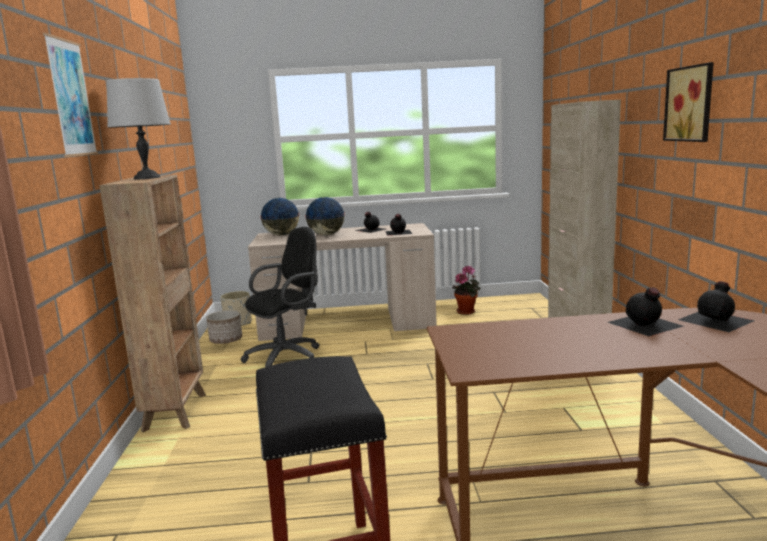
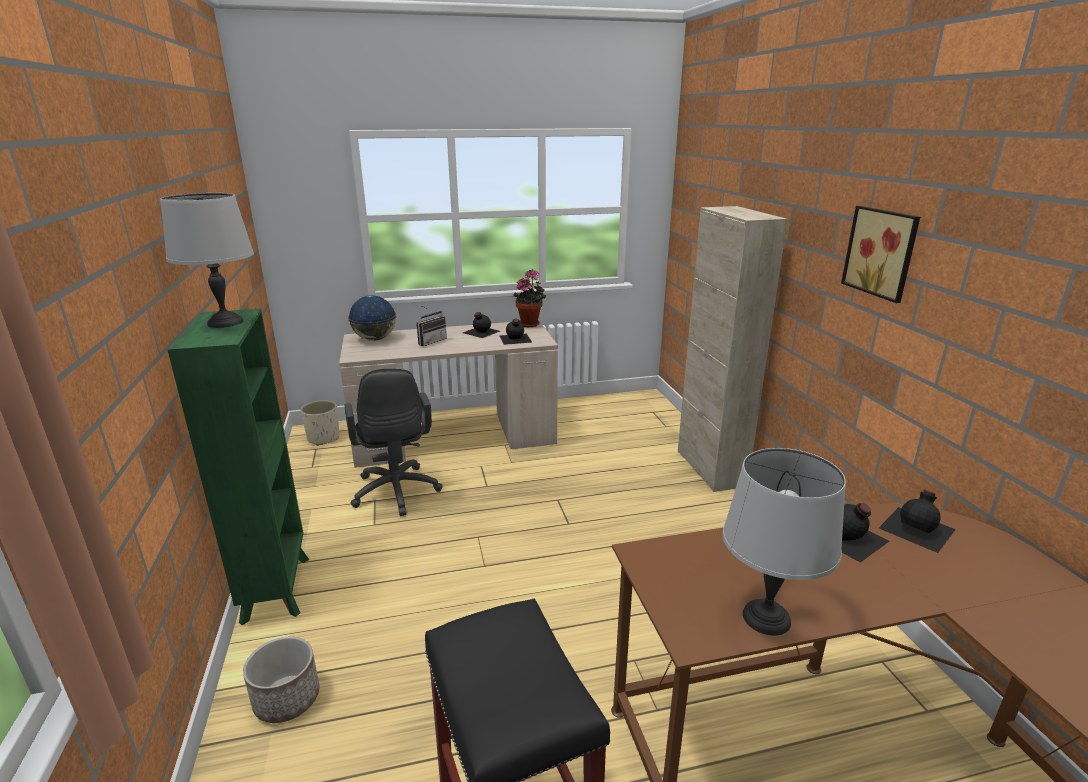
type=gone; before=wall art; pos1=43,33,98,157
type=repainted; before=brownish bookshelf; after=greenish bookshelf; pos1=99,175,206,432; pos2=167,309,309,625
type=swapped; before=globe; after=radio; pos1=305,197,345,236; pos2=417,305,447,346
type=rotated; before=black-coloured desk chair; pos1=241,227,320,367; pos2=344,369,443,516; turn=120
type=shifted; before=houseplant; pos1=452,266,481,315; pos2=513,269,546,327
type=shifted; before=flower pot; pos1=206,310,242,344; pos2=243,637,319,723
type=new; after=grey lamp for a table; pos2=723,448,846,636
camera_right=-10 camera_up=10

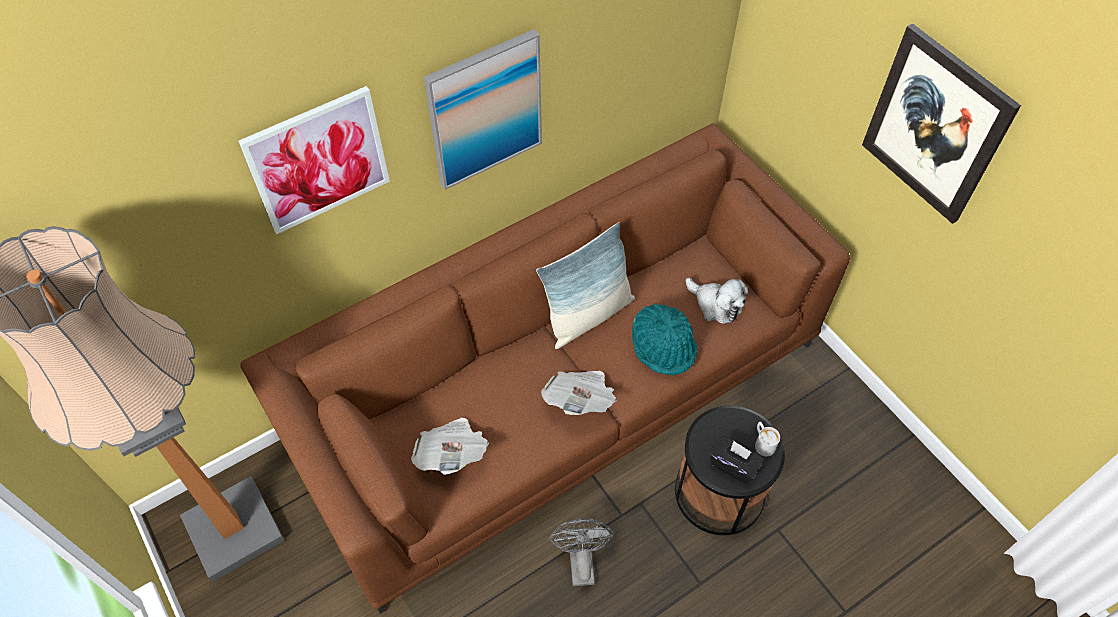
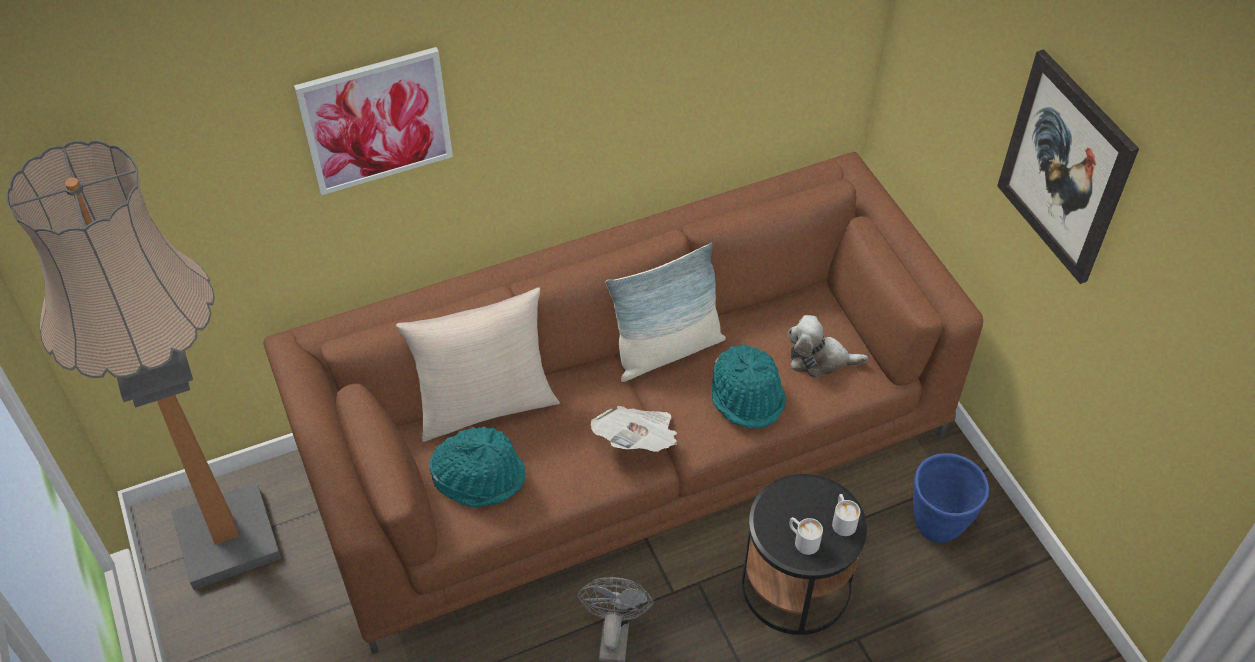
type=gone; before=wall art; pos1=424,29,542,190
type=rotated; before=cuddly toy; pos1=686,278,748,324; pos2=788,315,868,378; turn=135
type=swapped; before=printed paper; after=turquoise-coloured hat; pos1=411,418,489,475; pos2=430,426,526,507
type=swapped; before=black-coloured tissue holder; after=whitish mug; pos1=710,436,764,484; pos2=789,517,823,555
type=new; after=sand-coloured throw pillow; pos2=396,287,560,442
type=new; after=blue flower pot; pos2=913,453,989,543
camera_right=10 camera_up=-5

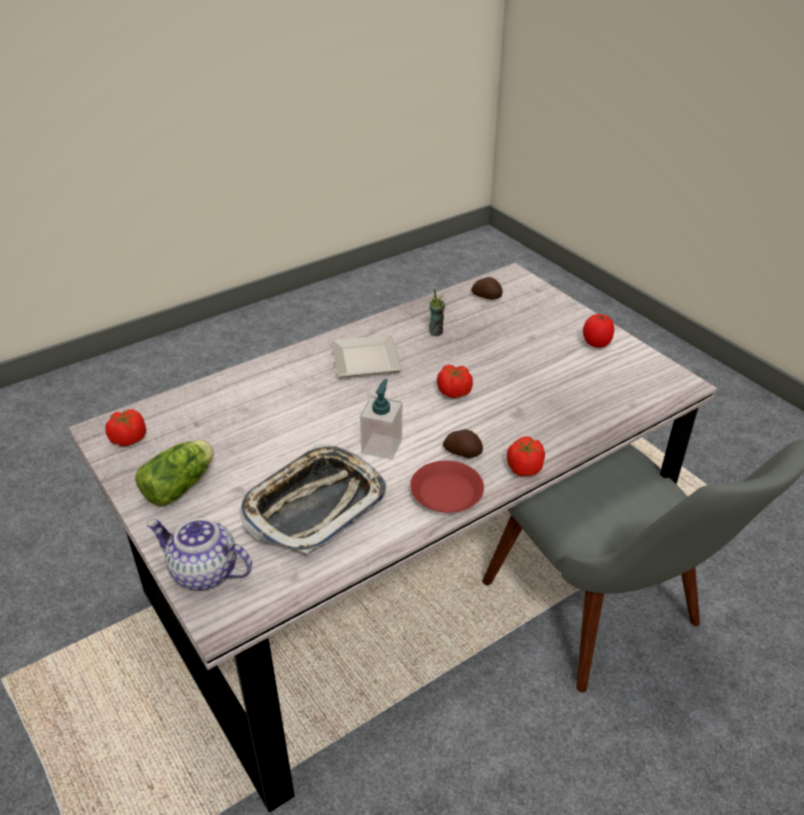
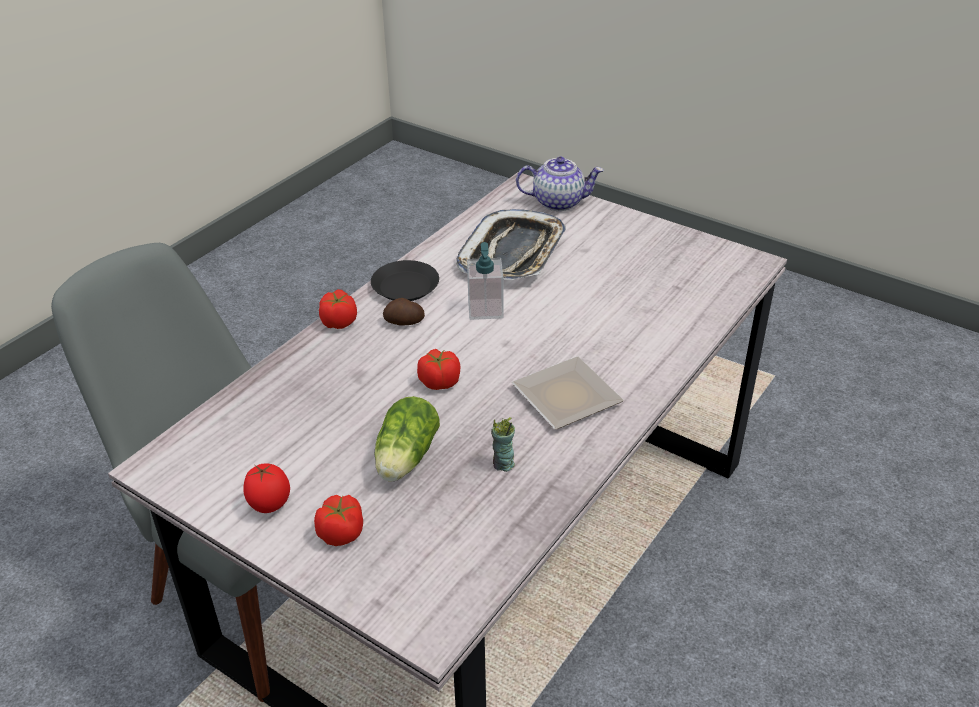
type=gone; before=whole potato; pos1=471,277,503,300
type=shifted; before=whole tomato; pos1=105,409,146,446; pos2=314,495,363,546
type=shifted; before=head of lettuce; pos1=135,440,214,506; pos2=374,396,440,481
type=repainted; before=red-coloured flat dish; after=black-coloured flat dish; pos1=410,461,484,513; pos2=371,260,439,301
camera_right=160 camera_up=0

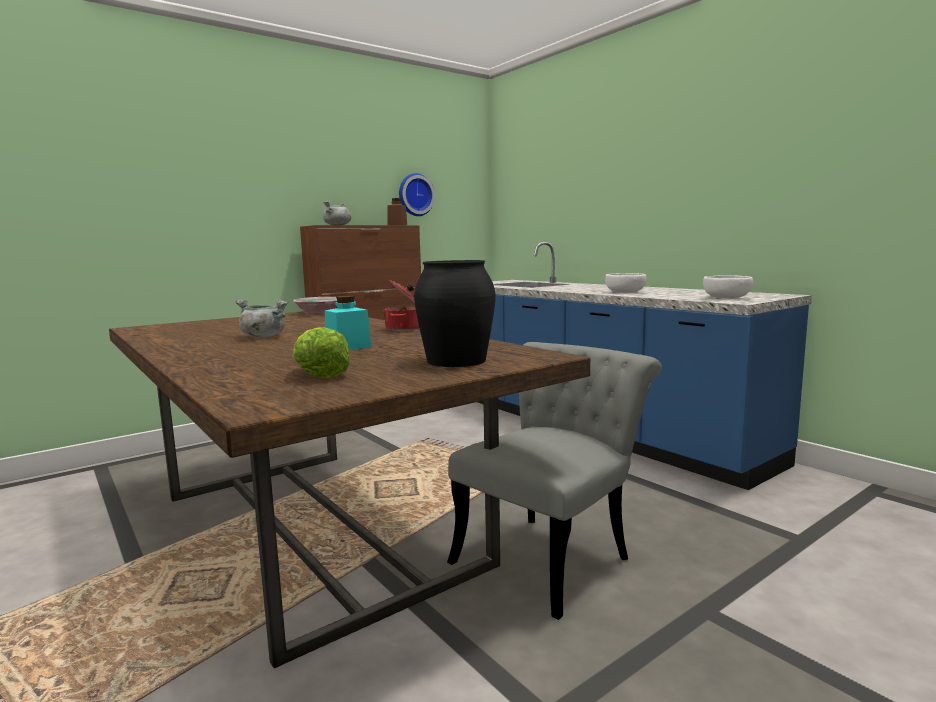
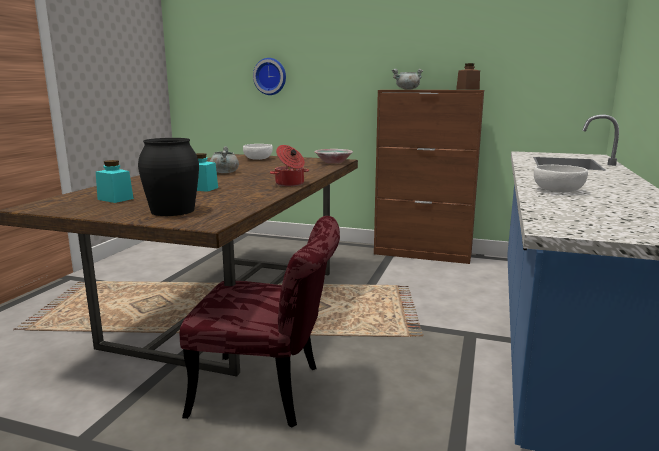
type=shifted; before=hanging clock; pos1=399,173,435,216; pos2=253,58,286,95
type=shifted; before=whitish bowl; pos1=703,275,753,298; pos2=243,144,273,160
type=swapped; before=head of lettuce; after=turquoise-coloured preserve jar; pos1=293,327,351,378; pos2=96,160,134,203
type=repainted; before=grey chair; after=red-coloured chair; pos1=447,342,662,620; pos2=180,216,340,428
camera_right=55 camera_up=5

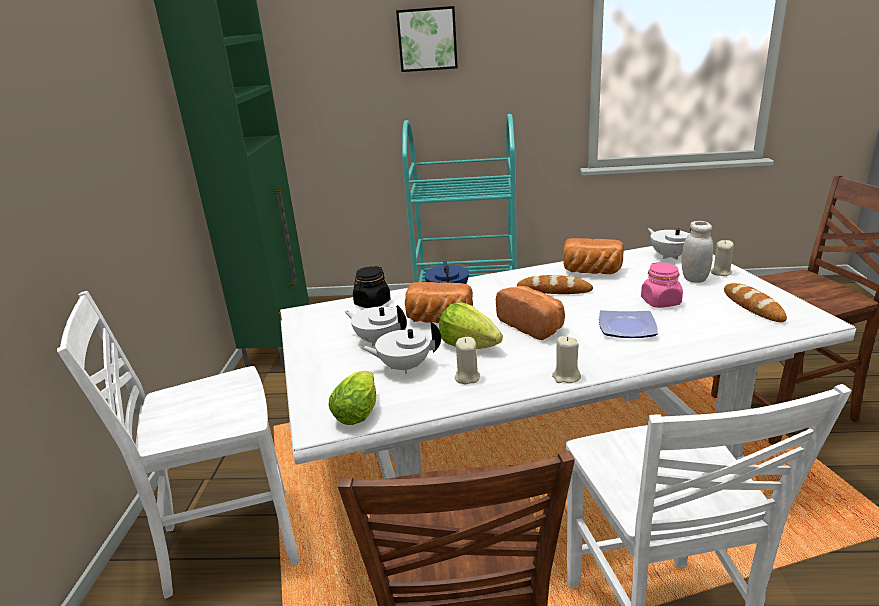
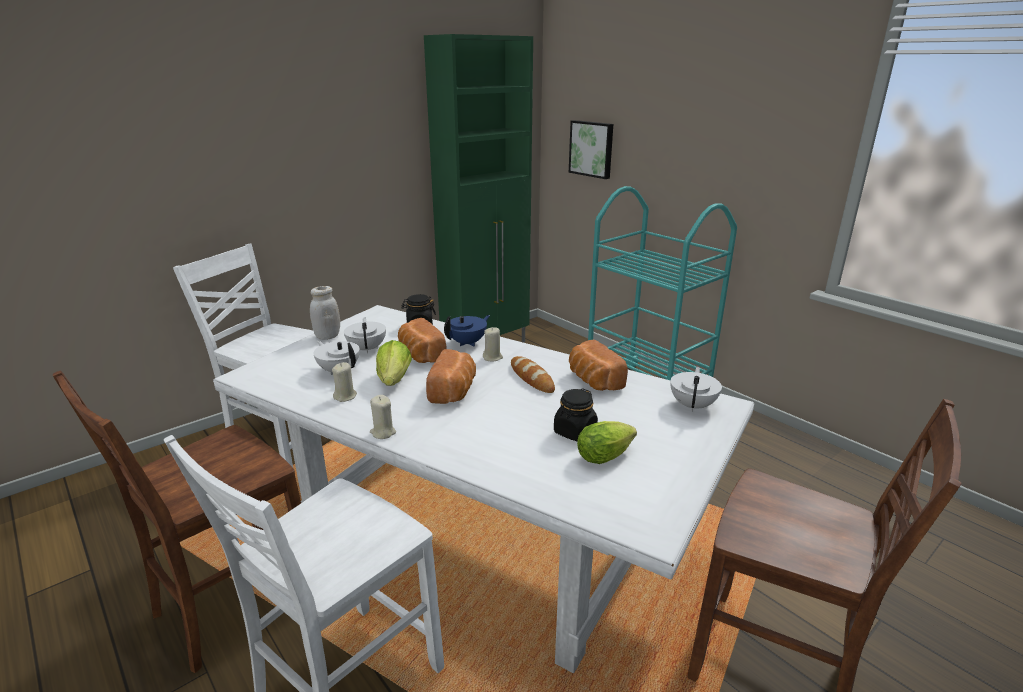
type=shifted; before=wall art; pos1=396,6,458,72; pos2=569,120,613,179
type=shifted; before=whitish preserve jar; pos1=682,221,713,283; pos2=310,286,340,340
type=shifted; before=sand-coloured wax candle; pos1=710,240,734,276; pos2=483,327,503,361
type=repainted; before=pink-coloured preserve jar; after=black-coloured preserve jar; pos1=641,262,683,308; pos2=554,388,598,441
type=gone; before=bread; pos1=724,283,787,322
type=gone; before=flat dish; pos1=599,310,658,338
type=shifted; before=head of lettuce; pos1=329,371,376,425; pos2=577,421,637,464
camera_right=45 camera_up=0

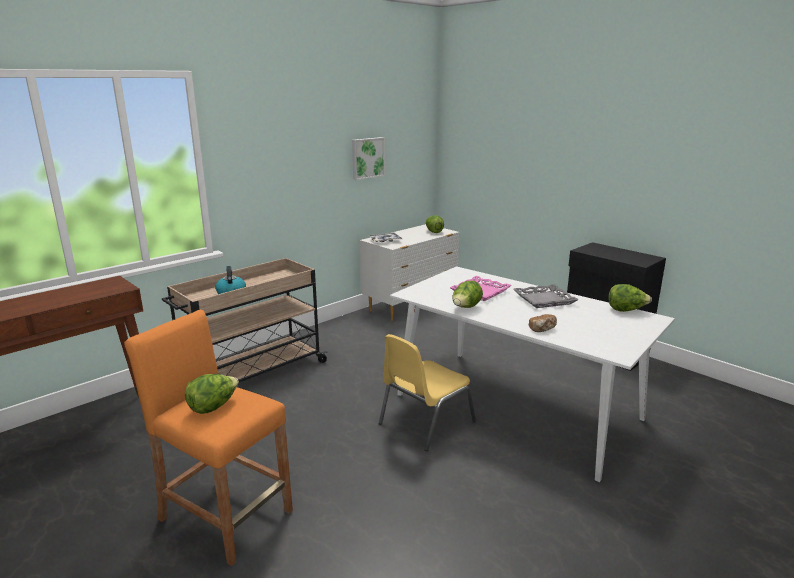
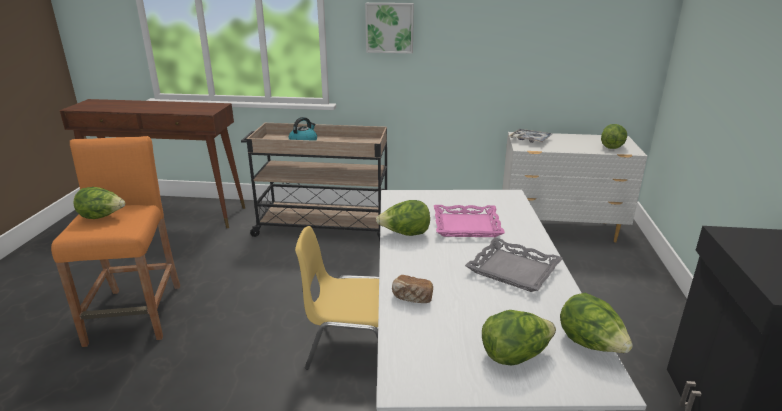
type=shifted; before=wall art; pos1=352,137,385,180; pos2=365,3,414,53
type=new; after=head of lettuce; pos2=482,310,556,366
camera_right=50 camera_up=5

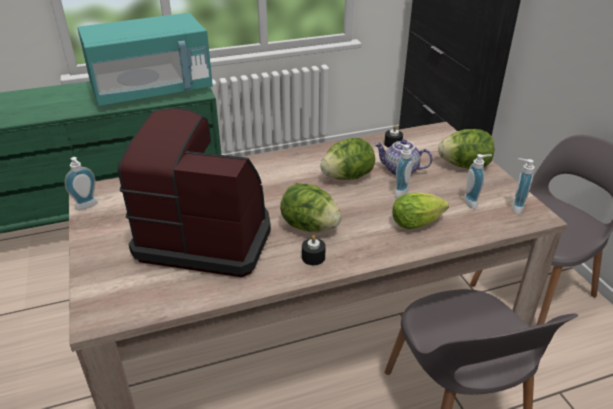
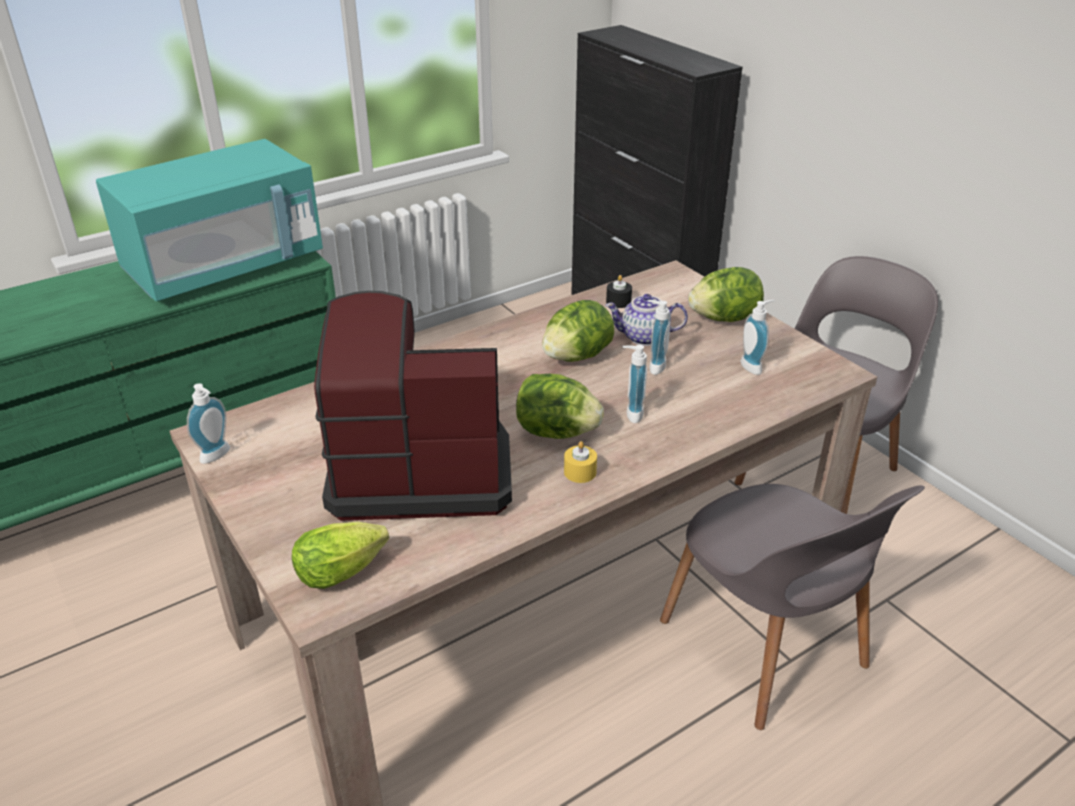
type=shifted; before=liquid soap bottle; pos1=512,158,534,214; pos2=622,345,647,423
type=shifted; before=head of lettuce; pos1=392,193,449,229; pos2=292,521,389,589
type=repainted; before=black-coloured wax candle; after=yellowish wax candle; pos1=302,235,326,265; pos2=564,441,597,483
camera_right=-15 camera_up=0

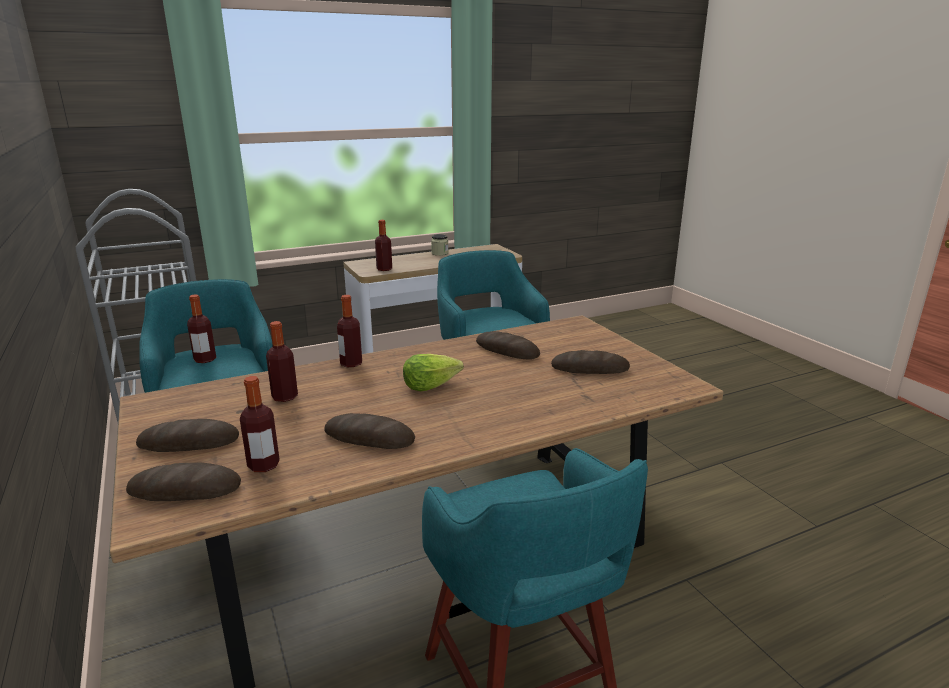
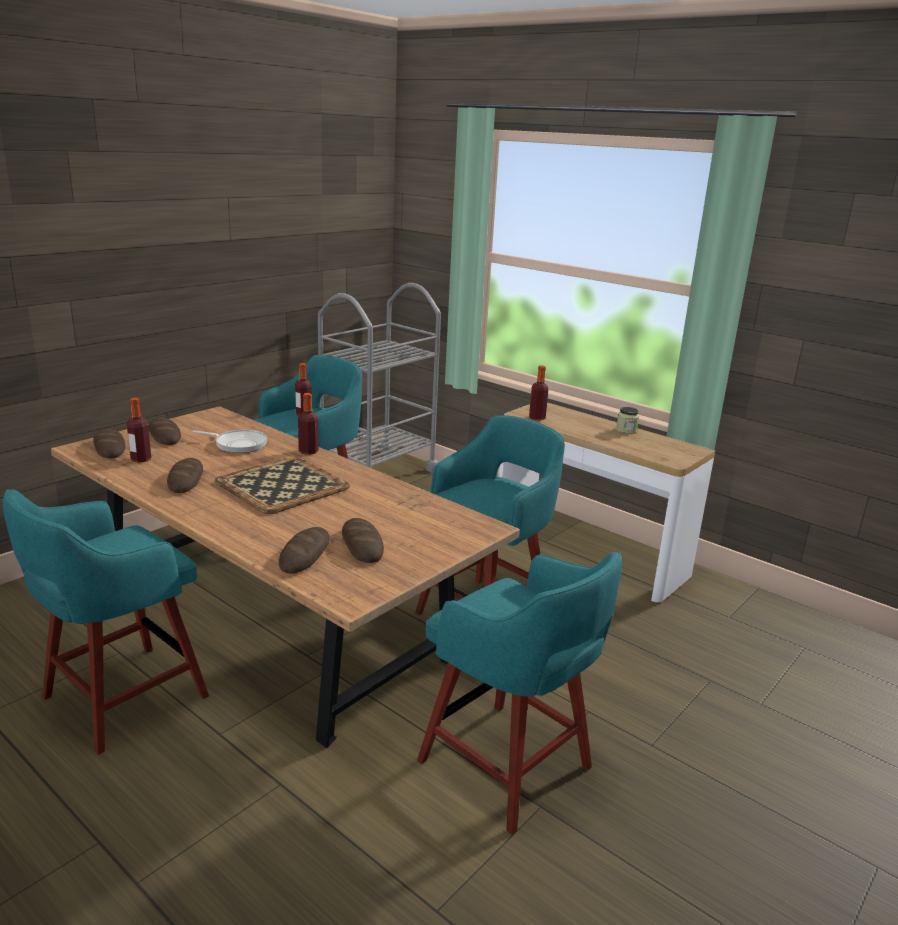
type=swapped; before=bottle; after=skillet; pos1=266,321,298,402; pos2=192,430,267,453
type=shifted; before=bread; pos1=476,331,540,359; pos2=279,527,330,574
type=swapped; before=head of lettuce; after=tray; pos1=403,354,464,391; pos2=215,456,350,514
type=new; after=turquoise-coloured sitting stool; pos2=417,552,622,835
camera_right=65 camera_up=0

